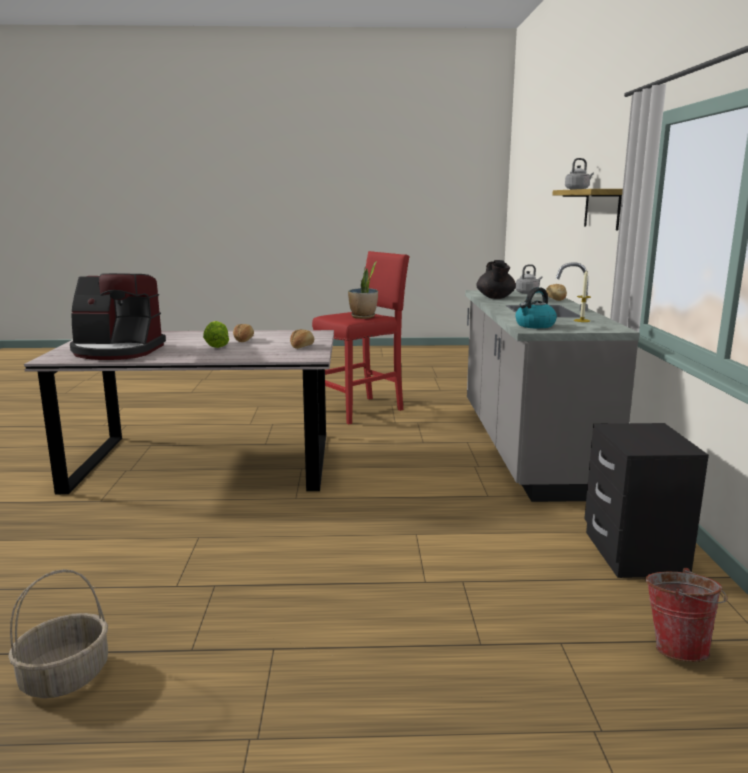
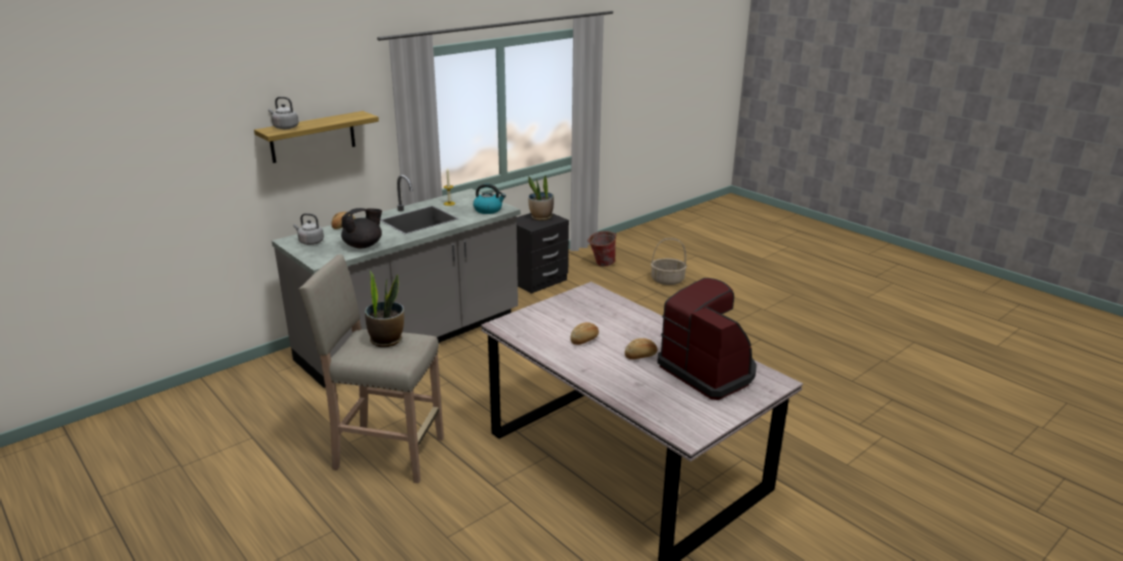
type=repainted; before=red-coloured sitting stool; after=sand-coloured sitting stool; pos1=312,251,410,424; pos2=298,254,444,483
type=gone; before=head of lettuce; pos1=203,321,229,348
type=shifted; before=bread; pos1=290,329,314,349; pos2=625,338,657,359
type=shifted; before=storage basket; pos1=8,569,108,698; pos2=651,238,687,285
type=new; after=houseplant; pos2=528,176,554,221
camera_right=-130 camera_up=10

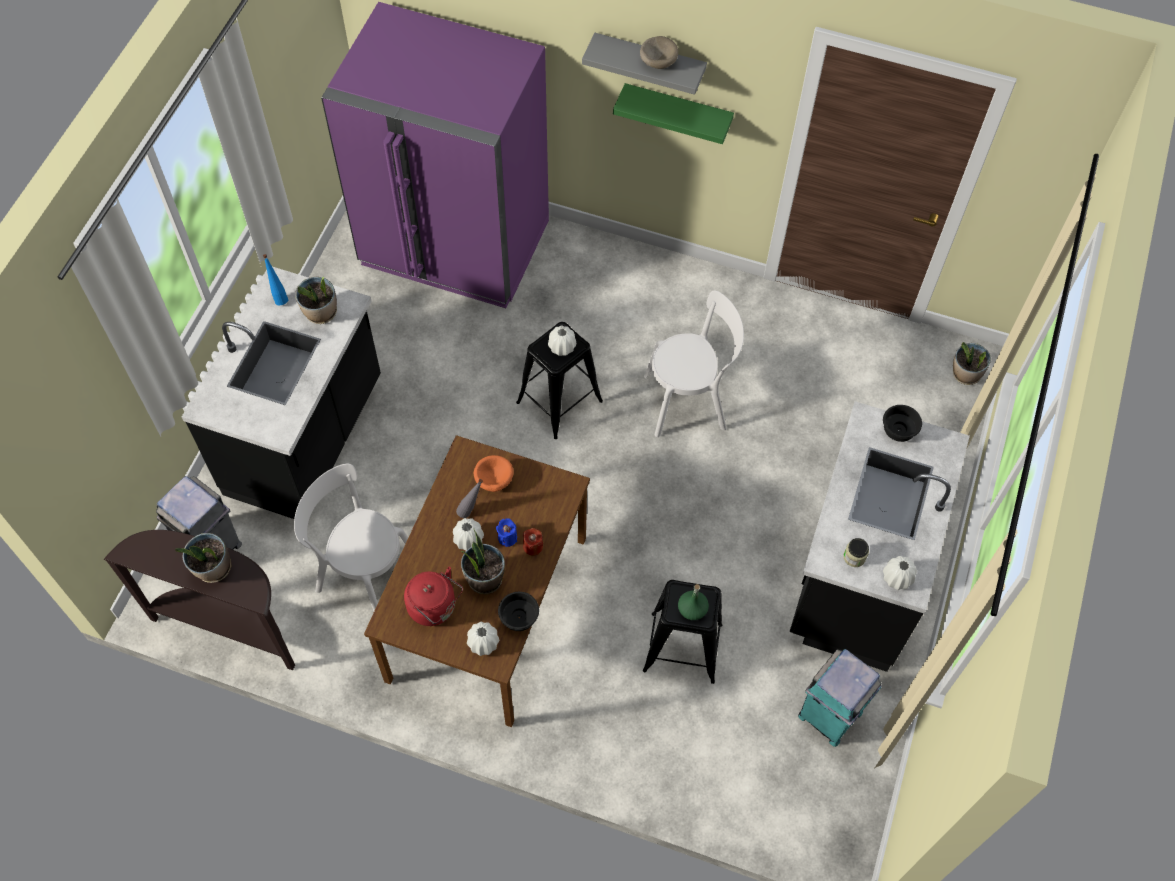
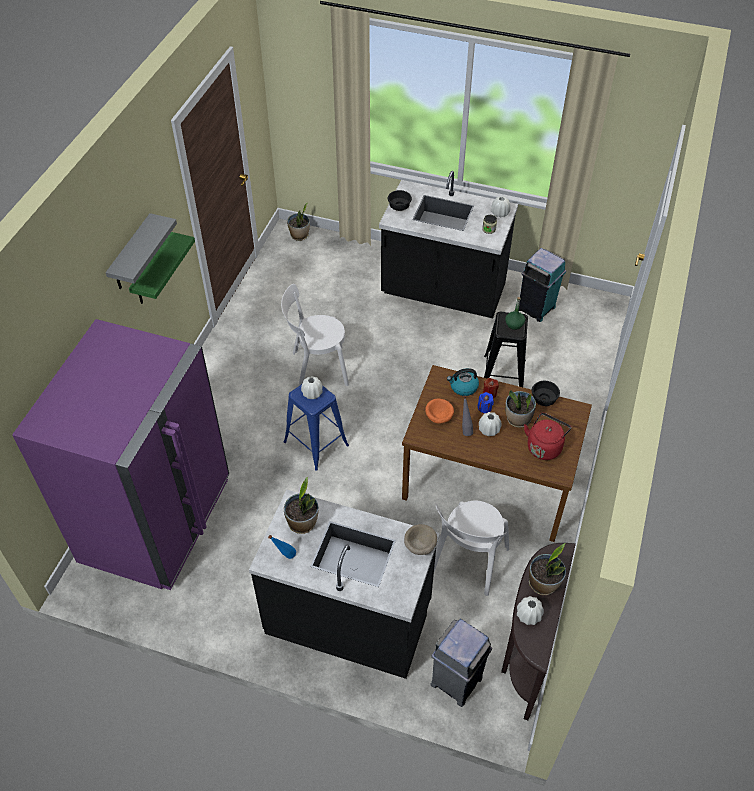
type=shifted; before=sand-coloured bowl; pos1=640,36,678,69; pos2=404,524,437,555
type=rotated; before=whitish chair; pos1=644,290,744,437; pos2=281,284,349,386; turn=-90
type=repainted; before=black-coloured sitting stool; after=blue sitting stool; pos1=516,322,603,439; pos2=284,384,349,471
type=shifted; before=whitish flower vase; pos1=467,622,499,656; pos2=517,596,544,625
type=new; after=kettle; pos2=447,368,479,396
camera_right=-90 camera_up=-10

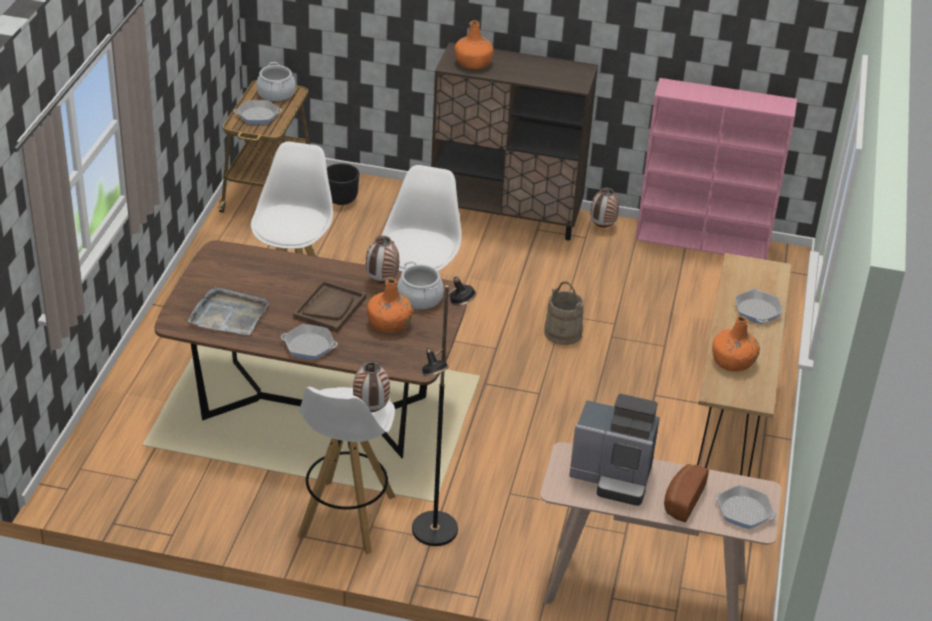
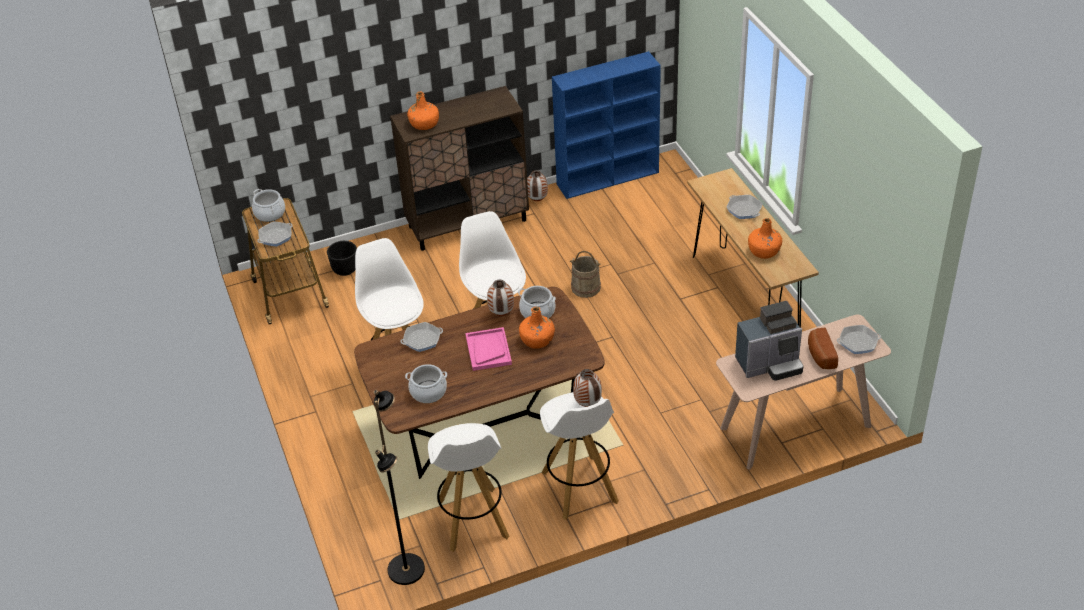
type=repainted; before=pink-coloured bookshelf; after=blue bookshelf; pos1=635,78,797,260; pos2=552,51,661,199
type=shifted; before=black-coloured standing lamp; pos1=412,276,476,546; pos2=374,390,425,585
type=repainted; before=brownish tray; after=pink-coloured tray; pos1=293,280,366,333; pos2=465,327,512,371
type=swapped; before=grey tray; after=saucepot; pos1=188,287,269,335; pos2=405,364,447,403
type=shifted; before=skillet; pos1=281,324,338,360; pos2=401,322,443,352
type=new; after=whitish sitting stool; pos2=428,423,509,552
camera_right=-30 camera_up=5

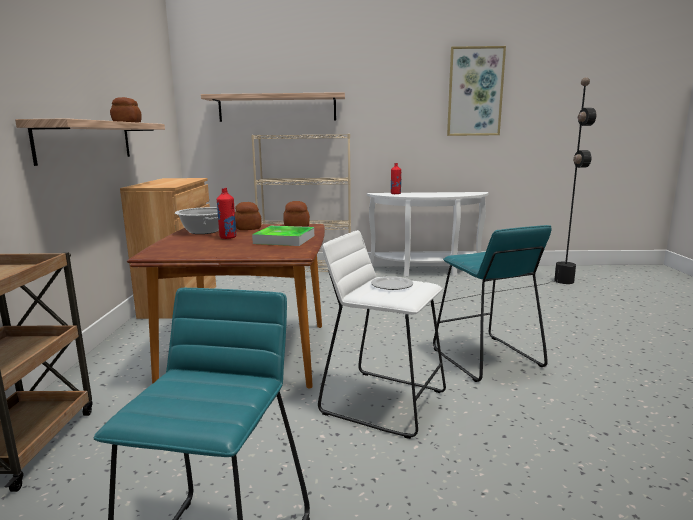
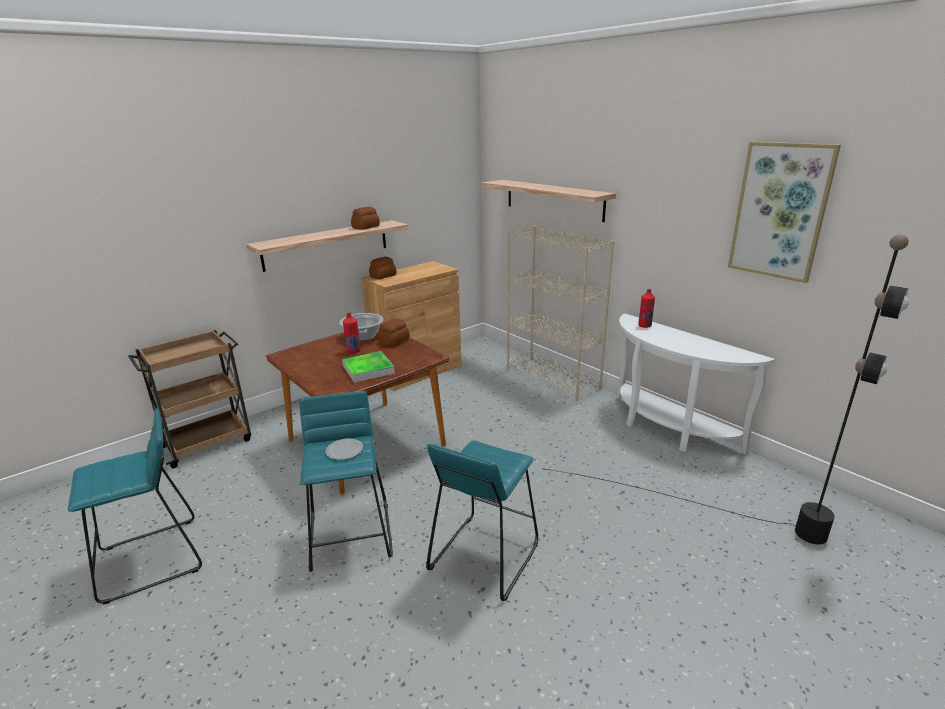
type=shifted; before=bread; pos1=283,201,310,227; pos2=369,257,397,279
type=repainted; before=whitish sitting stool; after=turquoise-coloured sitting stool; pos1=318,230,446,439; pos2=300,391,393,572
camera_right=50 camera_up=10

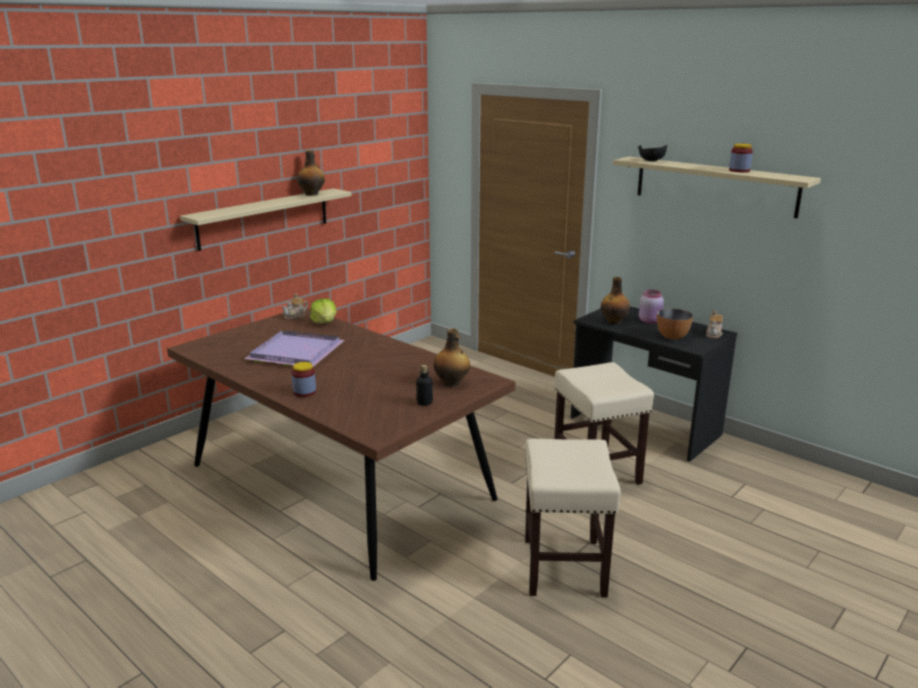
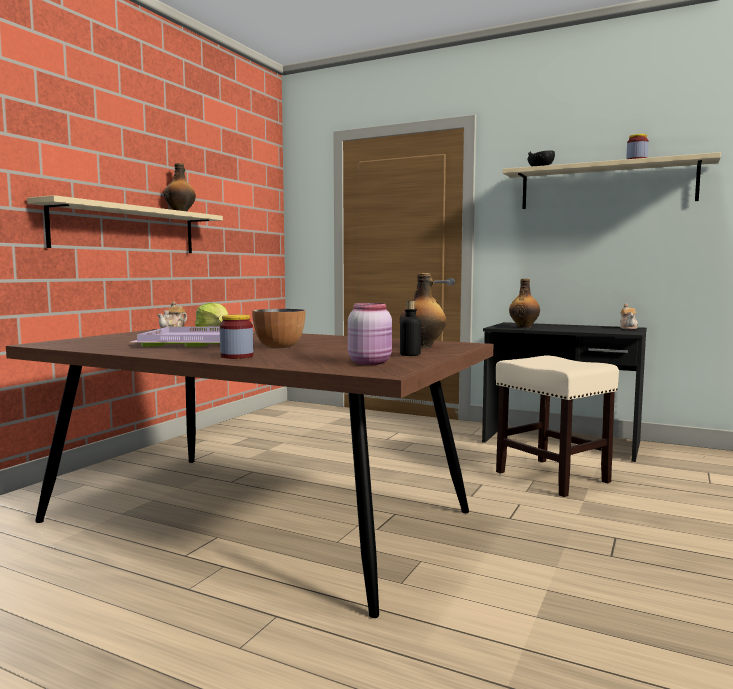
type=shifted; before=pink-coloured preserve jar; pos1=639,290,664,324; pos2=348,303,392,365
type=shifted; before=bowl; pos1=657,309,693,340; pos2=252,309,306,348
type=gone; before=sand-coloured sitting stool; pos1=525,439,621,598
camera_right=-15 camera_up=-15

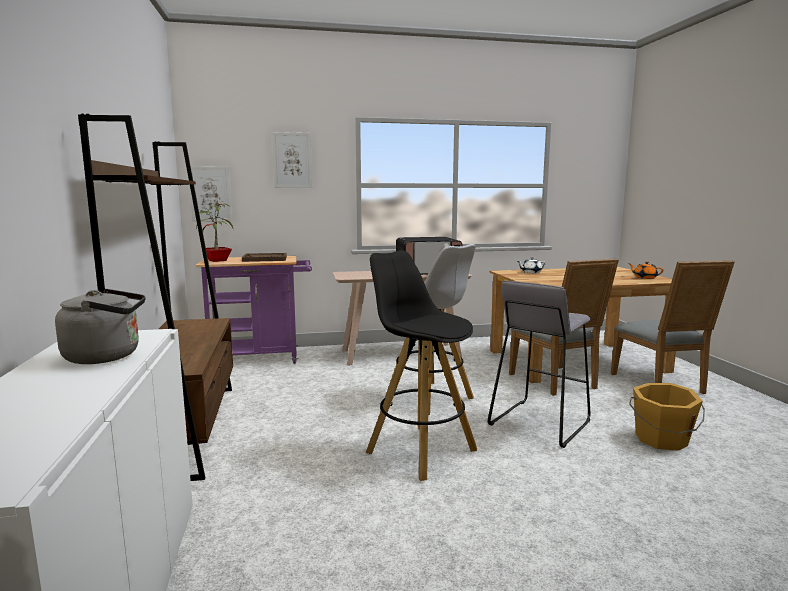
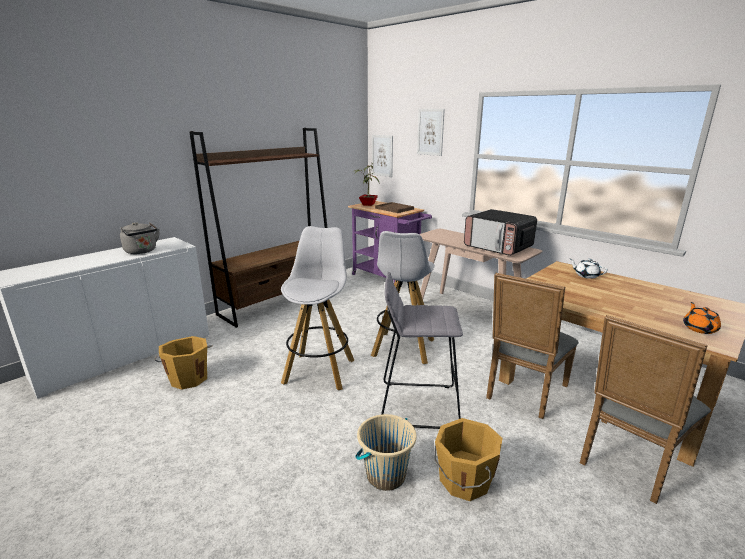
type=repainted; before=black-coloured sitting stool; after=whitish sitting stool; pos1=366,250,477,481; pos2=281,226,354,390
type=new; after=orange bucket; pos2=154,336,212,390
type=new; after=sand-coloured bucket; pos2=355,414,416,491
camera_right=55 camera_up=10

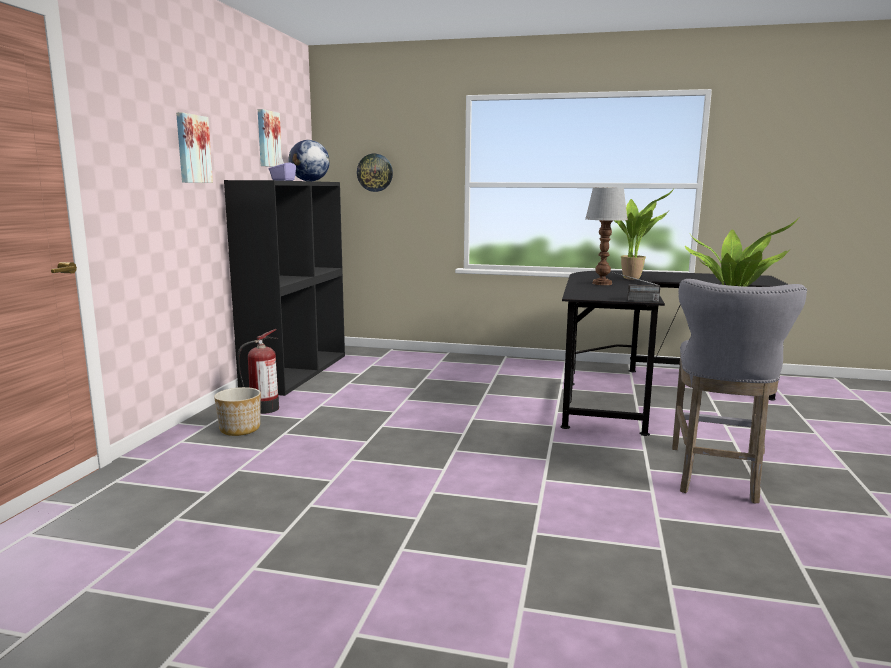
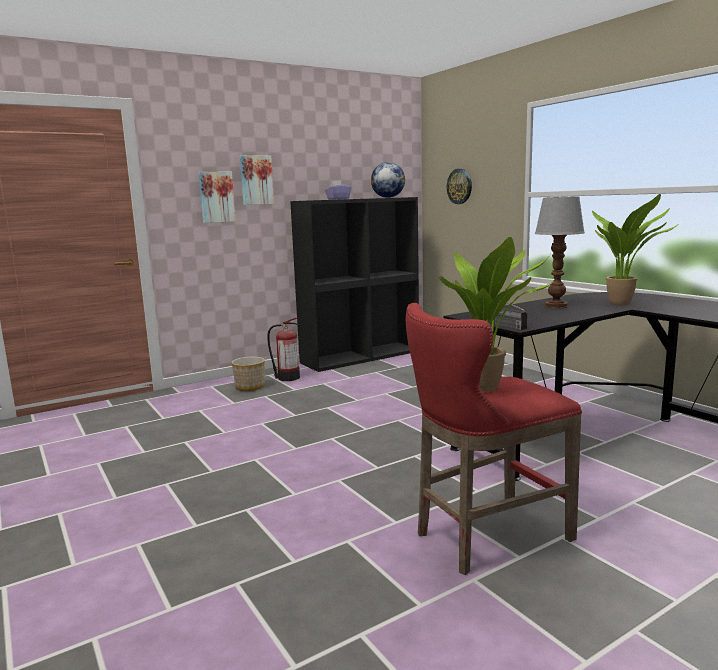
type=shifted; before=wall art; pos1=258,109,282,167; pos2=199,172,236,223
type=repainted; before=grey sitting stool; after=red-coloured sitting stool; pos1=672,279,807,503; pos2=406,303,582,575
camera_right=45 camera_up=0

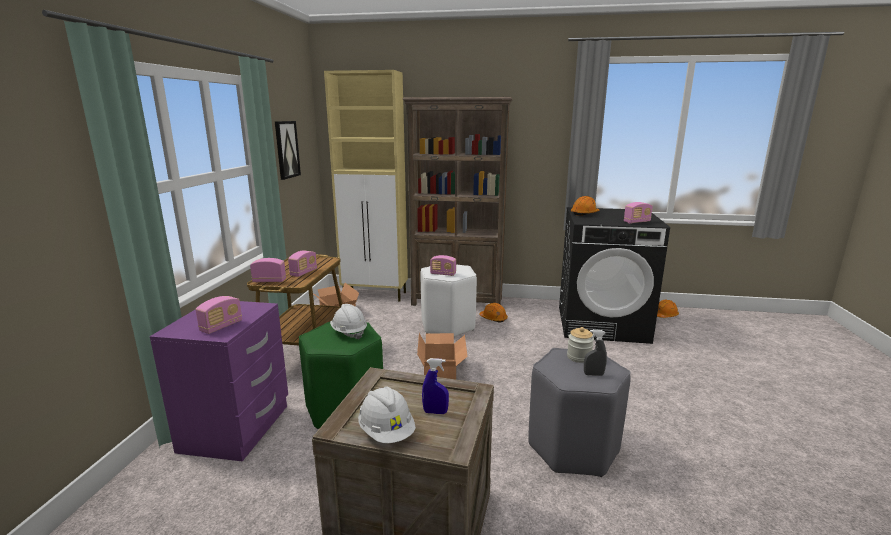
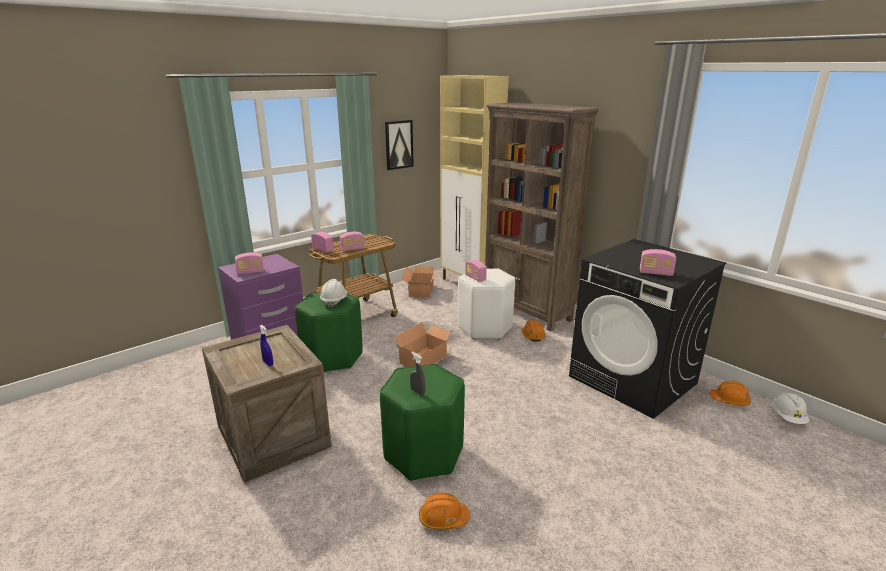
type=shifted; before=orange hard hat; pos1=571,196,599,216; pos2=419,492,470,530
type=gone; before=preserve jar; pos1=567,327,594,363
type=repainted; before=grey sitting stool; after=greenish sitting stool; pos1=528,348,631,477; pos2=380,364,465,481
type=shifted; before=whitish hard hat; pos1=358,386,416,443; pos2=772,392,809,424
camera_right=40 camera_up=5

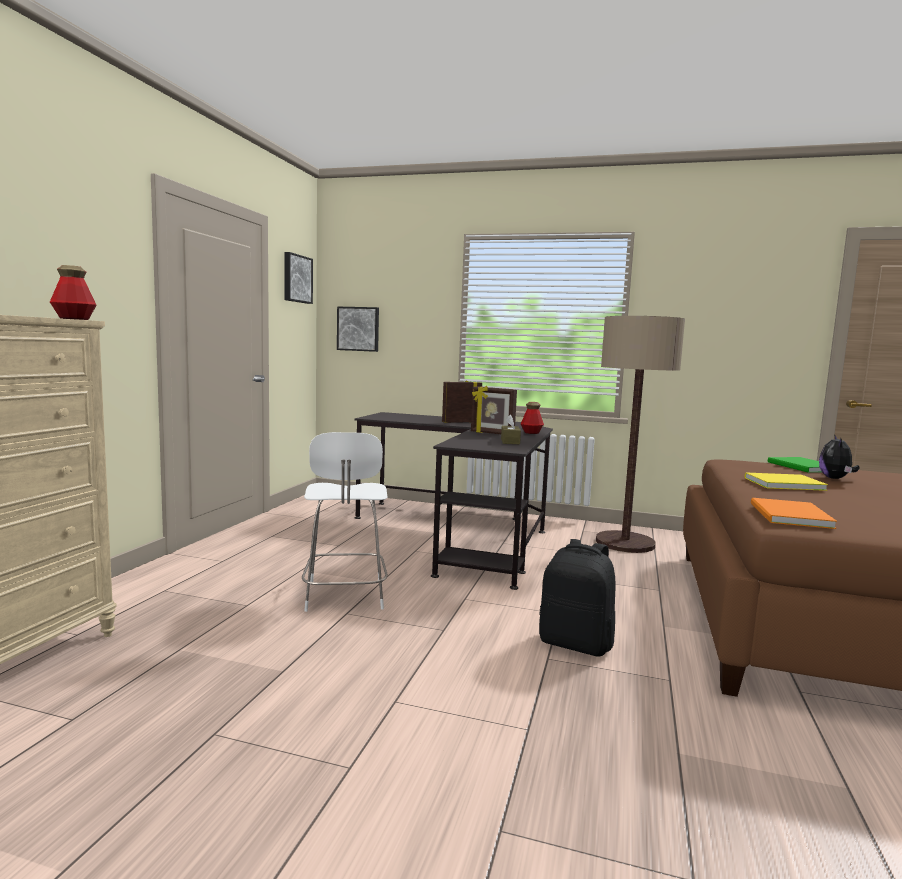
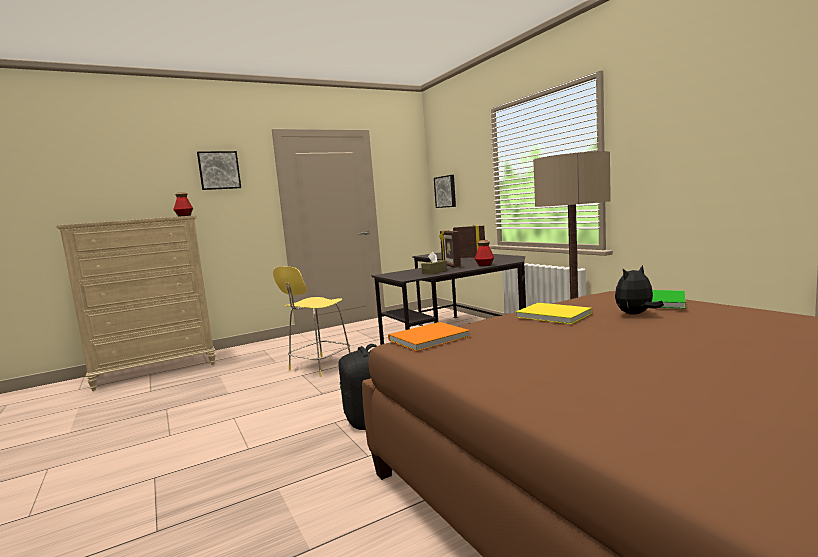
type=shifted; before=wall art; pos1=284,252,313,304; pos2=197,151,241,190
type=repainted; before=whitish sitting stool; after=yellowish sitting stool; pos1=302,432,388,612; pos2=273,267,351,377
camera_right=45 camera_up=0

